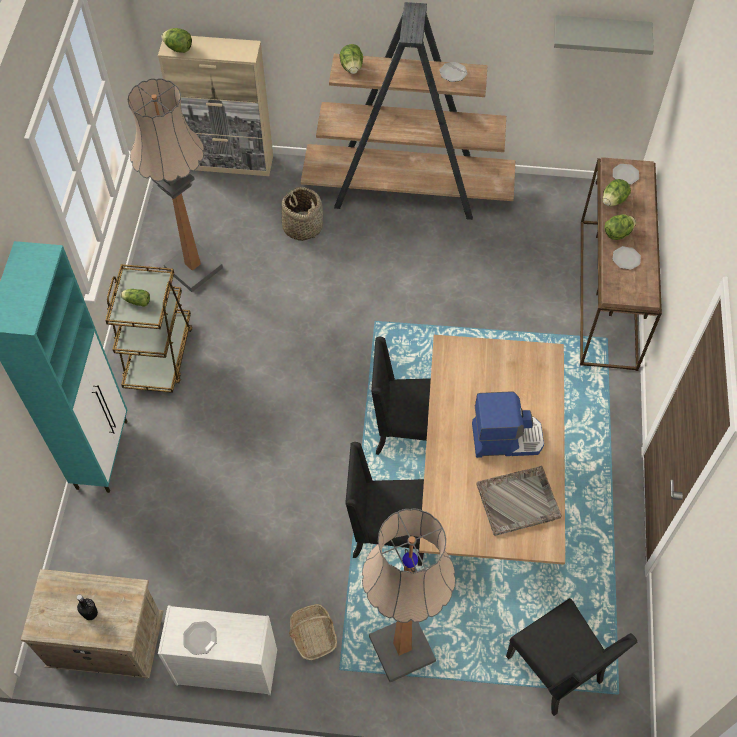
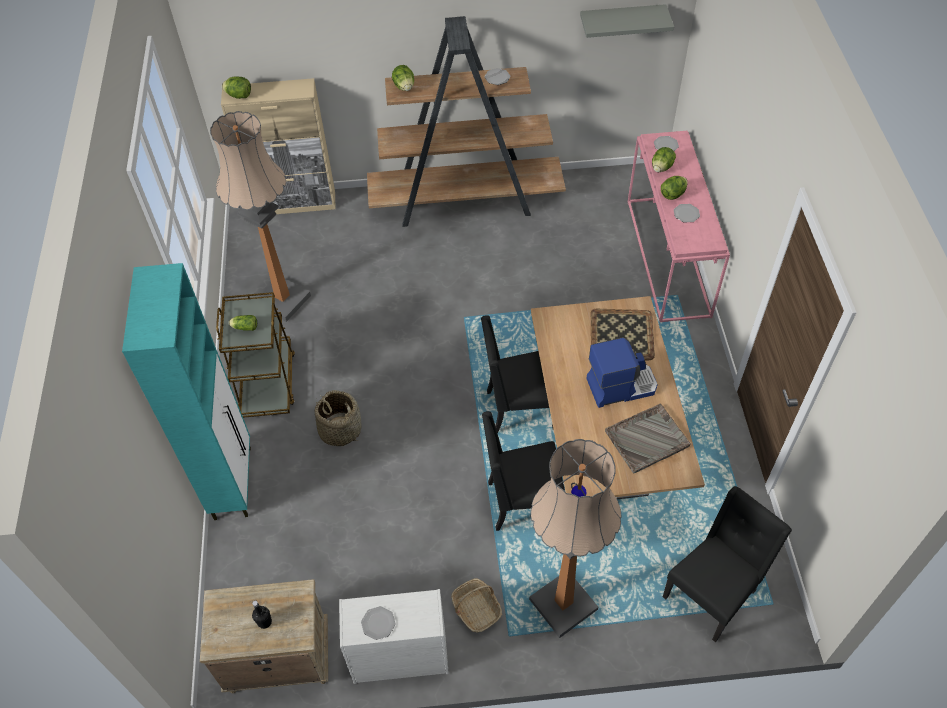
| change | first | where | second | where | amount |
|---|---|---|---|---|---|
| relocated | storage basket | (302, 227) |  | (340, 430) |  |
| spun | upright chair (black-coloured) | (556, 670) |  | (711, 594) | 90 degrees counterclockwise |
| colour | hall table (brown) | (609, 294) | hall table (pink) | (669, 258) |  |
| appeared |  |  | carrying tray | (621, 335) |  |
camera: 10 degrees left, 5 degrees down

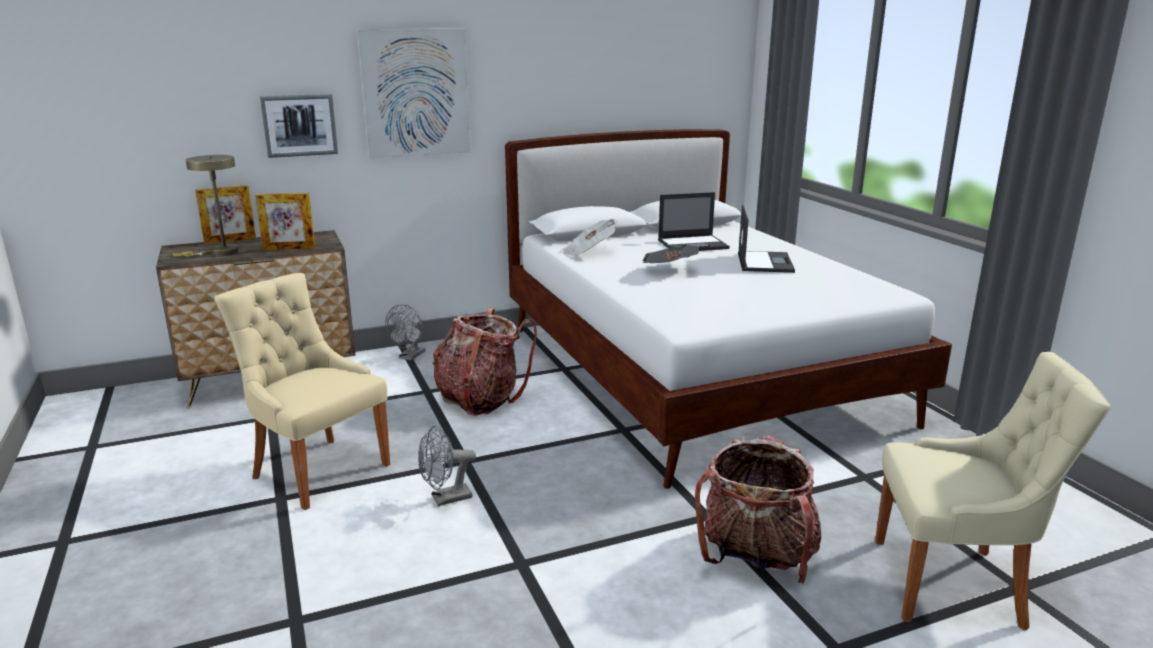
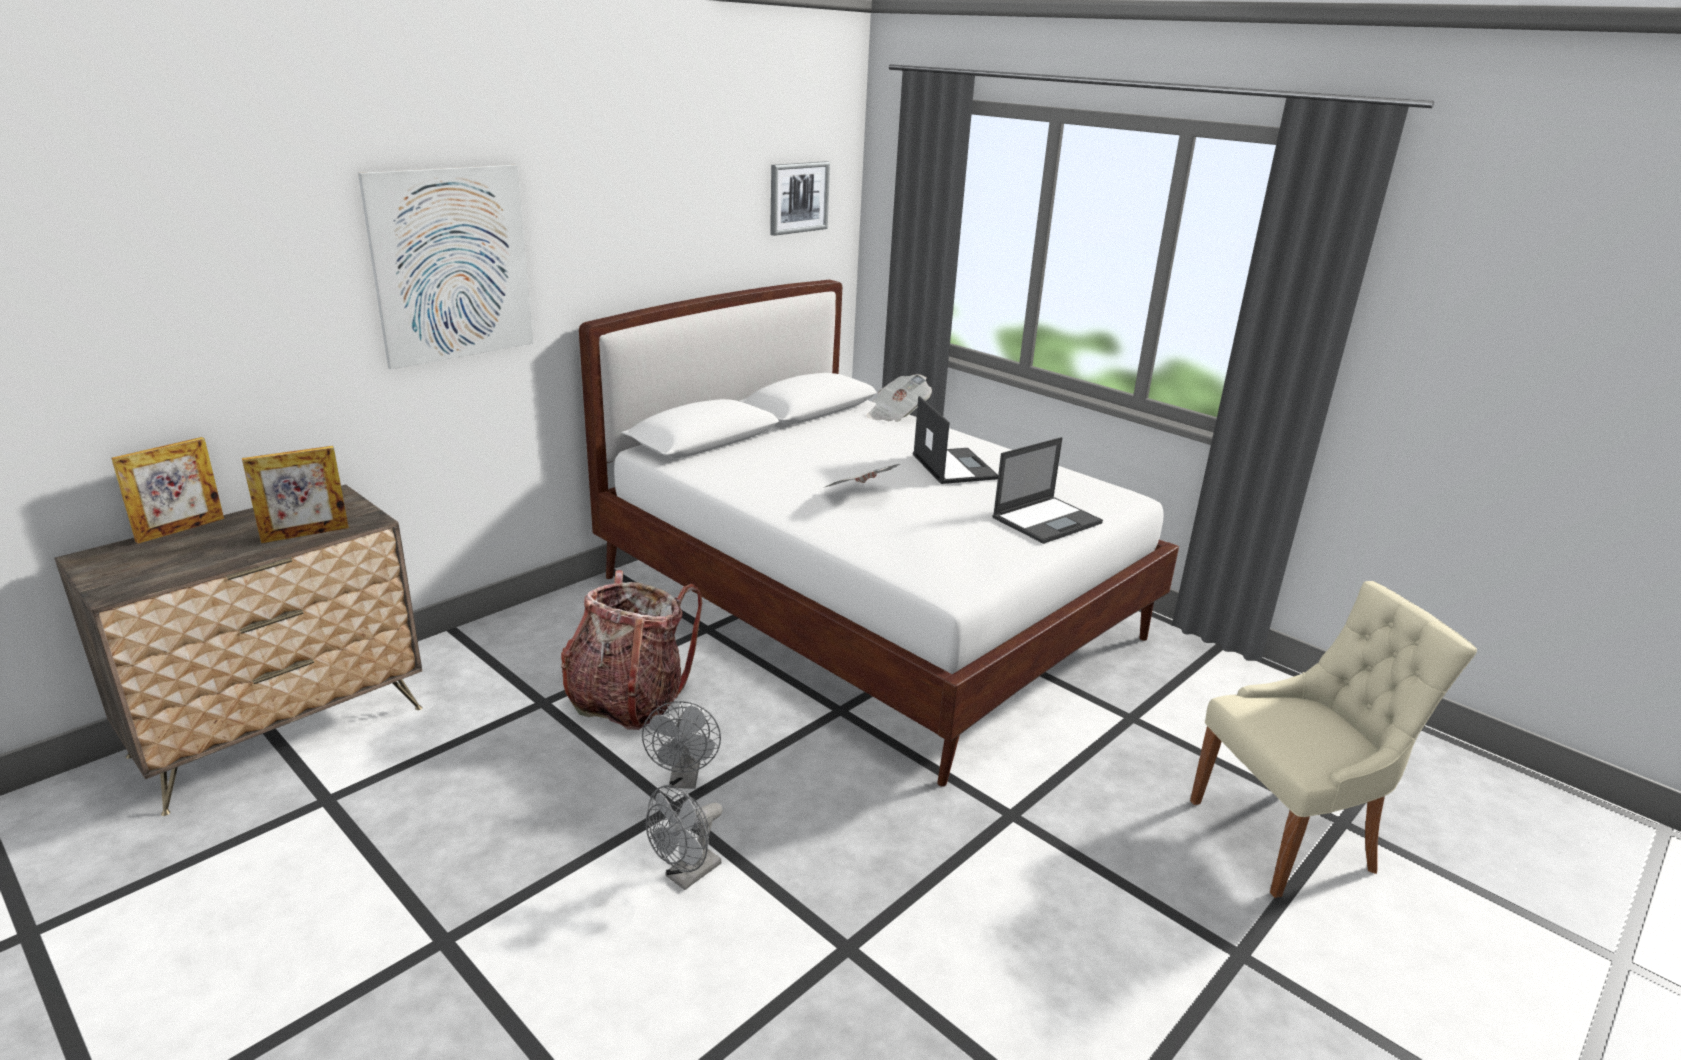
| change | first | where | second | where | amount |
|---|---|---|---|---|---|
| missing | lamp for a table (sand-coloured) | (219, 253) |  |  |  |
| missing | upright chair (sand-coloured) | (317, 470) |  |  |  |
| relocated | wall picture | (299, 125) |  | (798, 197) |  |
| relocated | electric fan (gray) | (410, 357) |  | (684, 780) |  |
| relocated | daily paper | (588, 252) |  | (896, 415) |  |
| relocated | notebook computer | (693, 244) |  | (1047, 520) |  |
| missing | backpack | (756, 558) |  |  |  |
camera: 25 degrees left, 5 degrees up

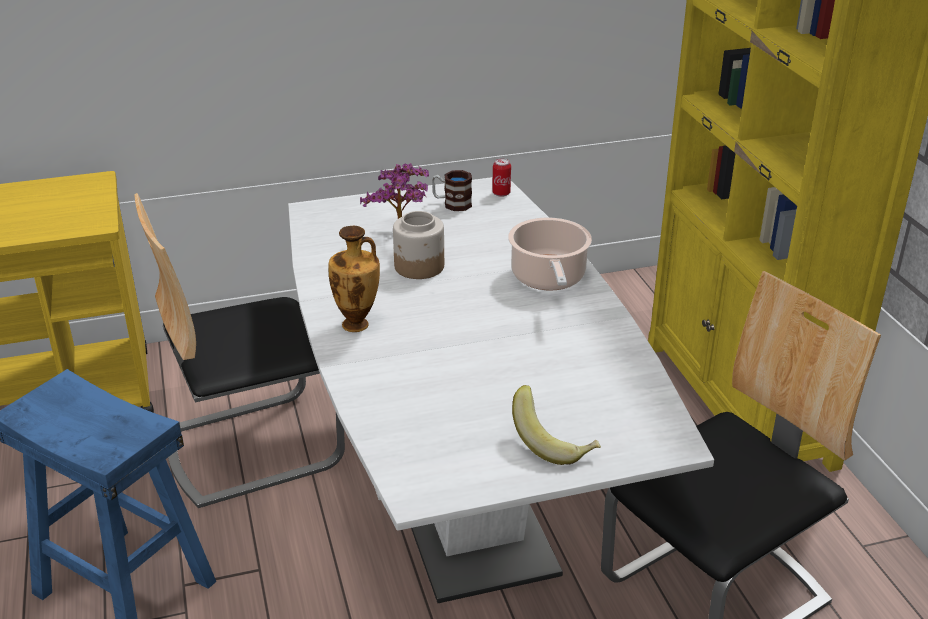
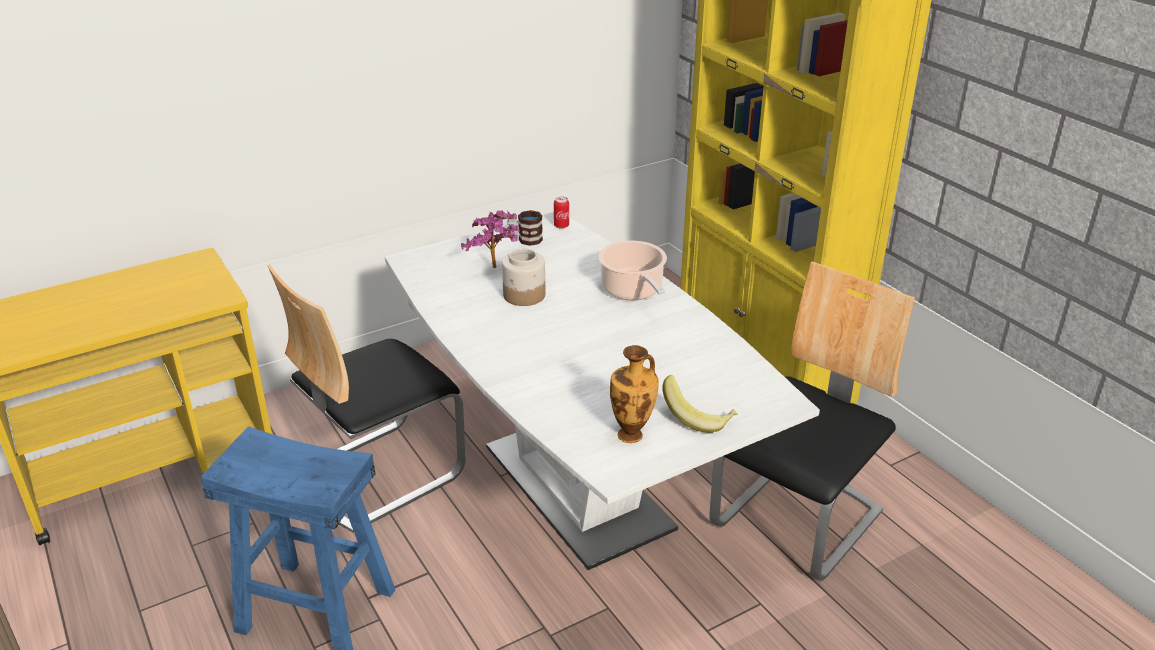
| change | first | where | second | where | amount |
|---|---|---|---|---|---|
| relocated | flower vase | (357, 325) |  | (632, 435) |  |
camera: 15 degrees left, 0 degrees up

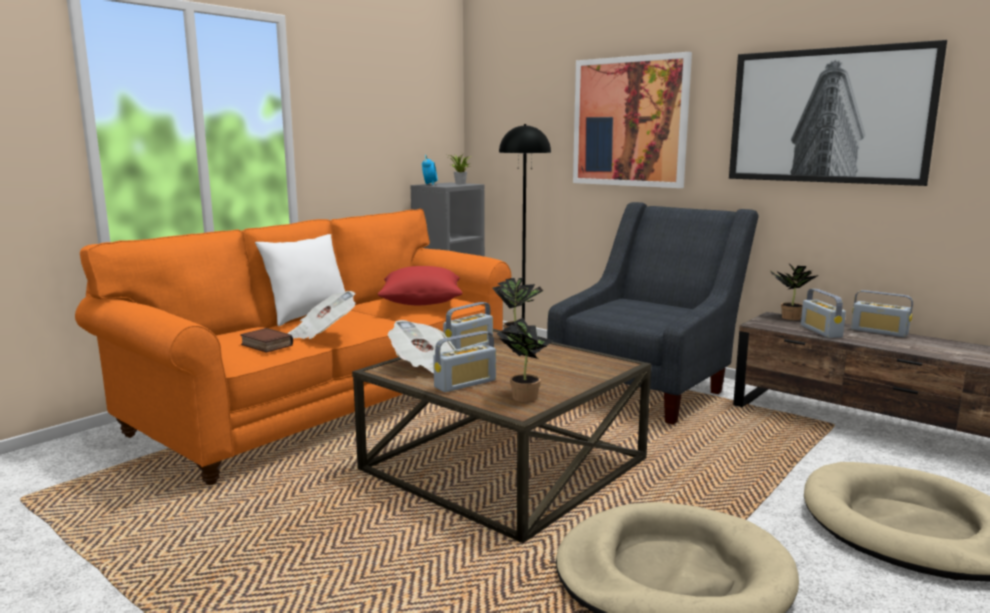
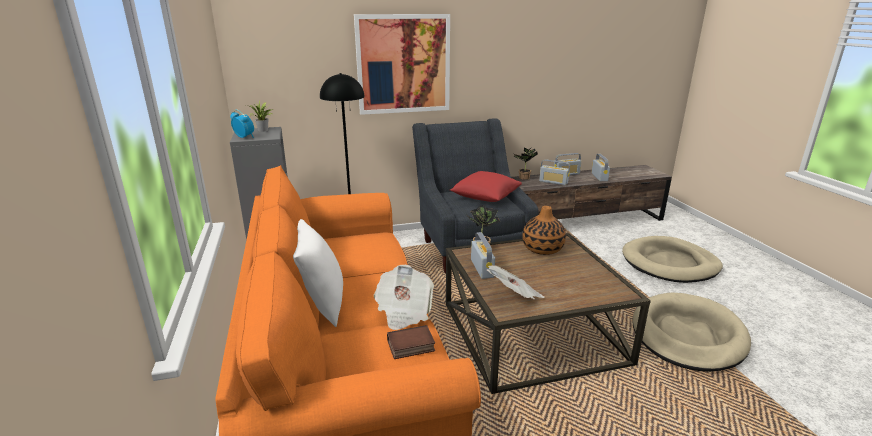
| change | first | where | second | where | amount |
|---|---|---|---|---|---|
| relocated | pillow (reddish) | (421, 302) |  | (485, 197) |  |
| relocated | radio | (465, 384) |  | (599, 177) |  |
| missing | plant in a pot | (523, 396) |  |  |  |
| missing | wall picture | (828, 116) |  |  |  |
| appeared |  |  | flower vase | (542, 249) |  |
camera: 55 degrees left, 10 degrees up

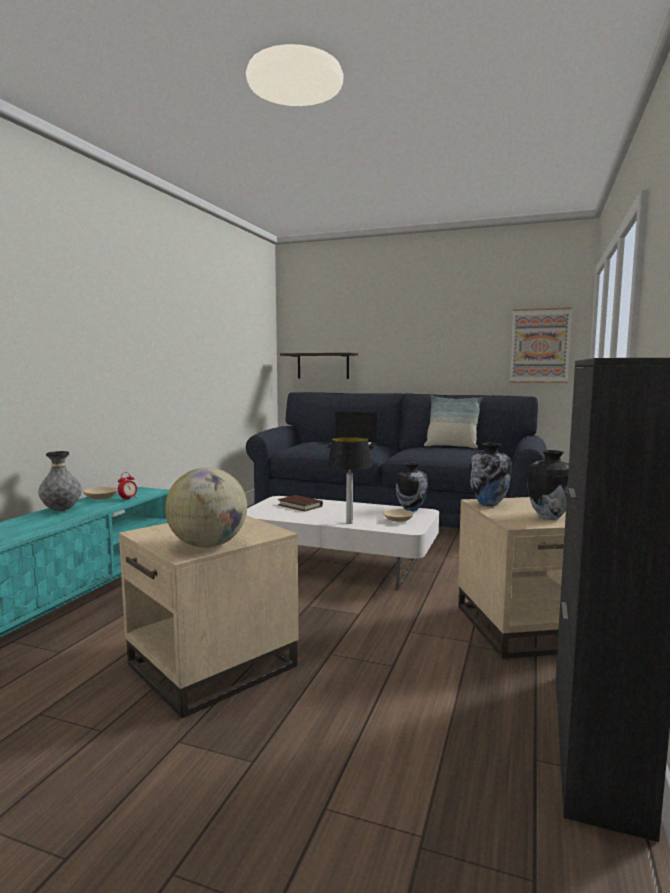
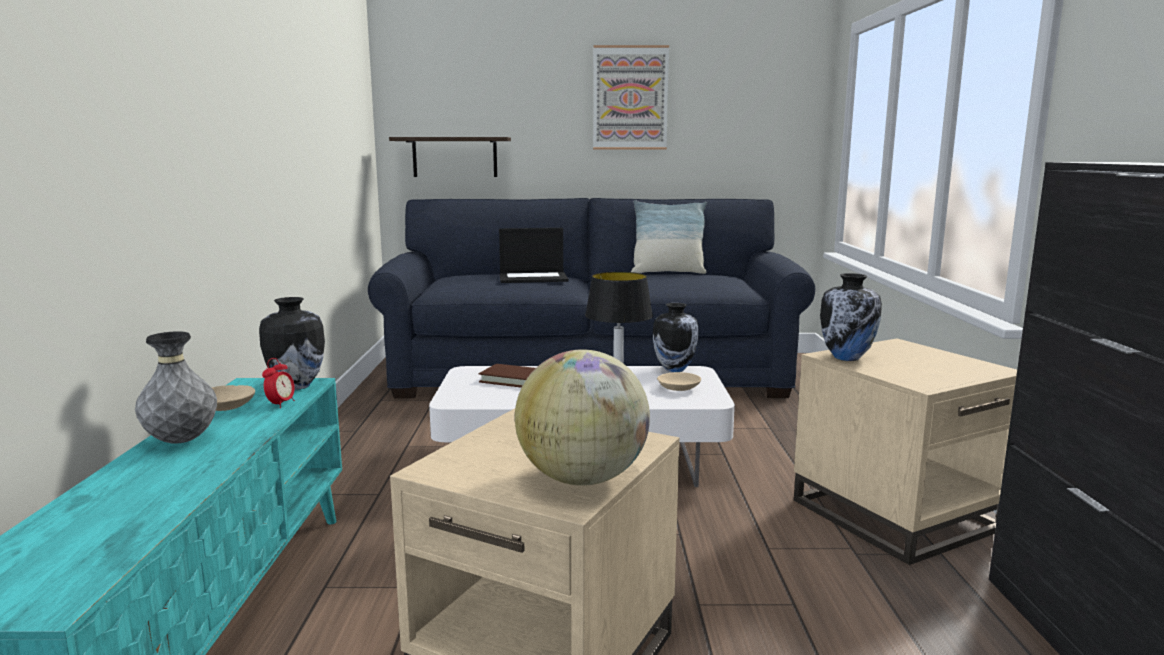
| change | first | where | second | where | amount |
|---|---|---|---|---|---|
| relocated | wall picture | (540, 346) |  | (630, 98) |  |
| relocated | flower vase | (548, 517) |  | (295, 386) |  |
camera: 20 degrees left, 5 degrees up

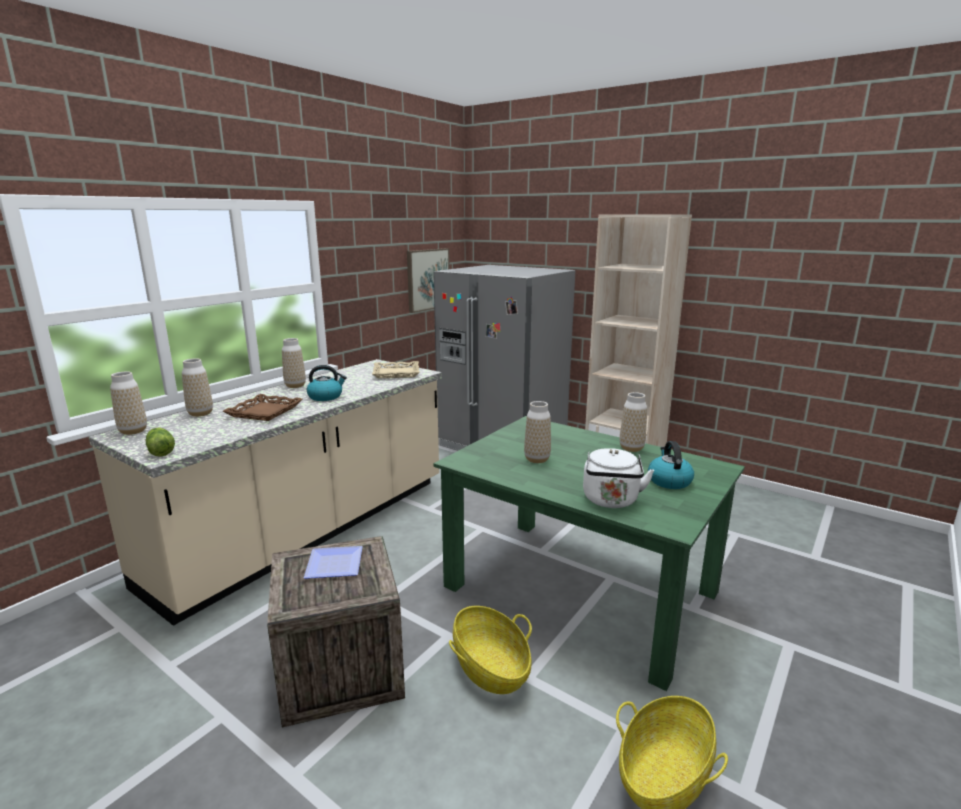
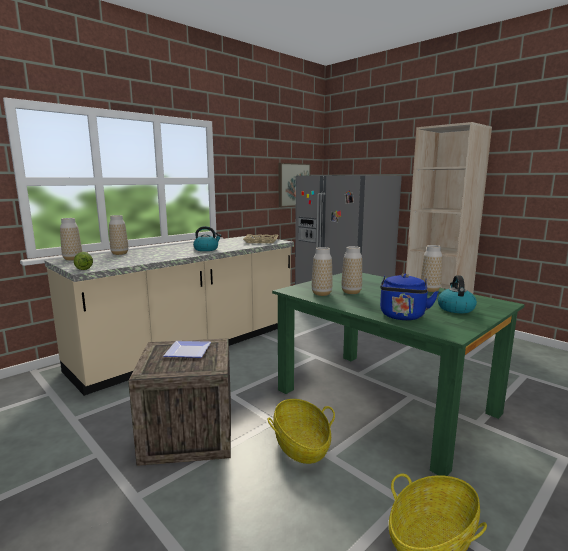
| change | first | where | second | where | amount |
|---|---|---|---|---|---|
| missing | carrying tray (brown) | (264, 411) |  |  |  |
| relocated | flower vase | (295, 386) |  | (321, 294) |  |
| colour | water kettle (white) | (611, 501) | water kettle (blue) | (402, 316) |  |
camera: 10 degrees right, 5 degrees down

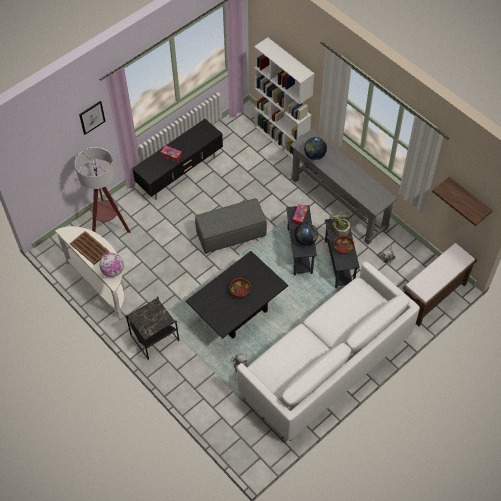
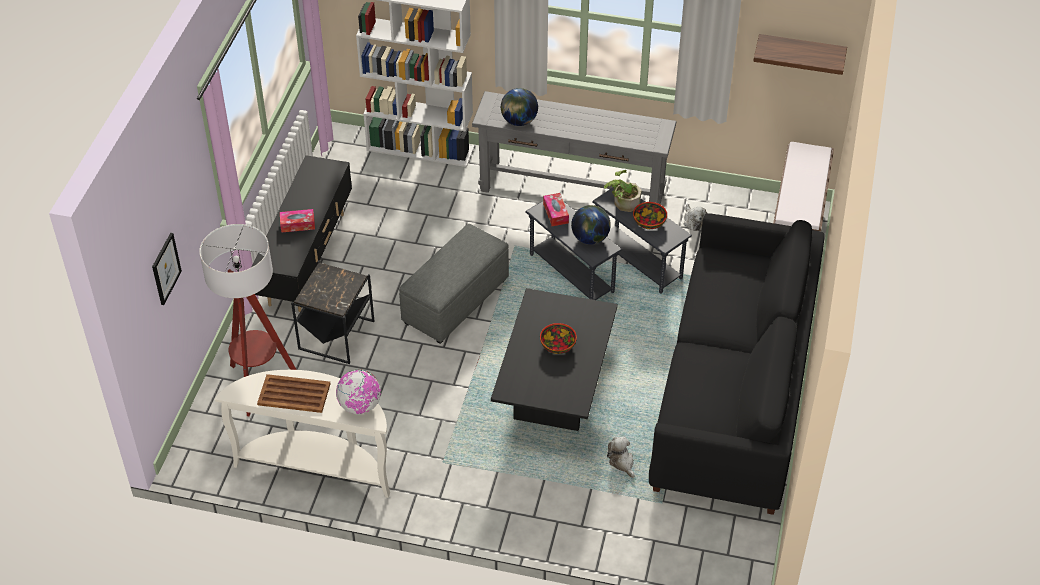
| change | first | where | second | where | amount |
|---|---|---|---|---|---|
| relocated | wall picture | (92, 117) |  | (165, 268) |  |
| relocated | accent table (black-coloured) | (154, 338) |  | (335, 335) |  |
| colour | settee (white) | (326, 365) | settee (black-coloured) | (734, 393) |  |
camera: 35 degrees left, 10 degrees down

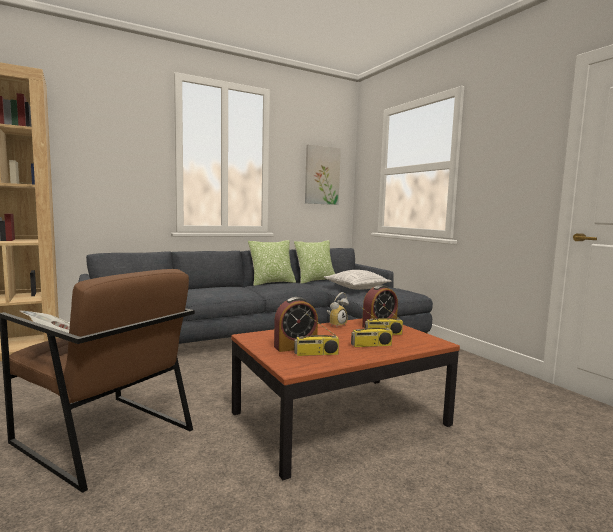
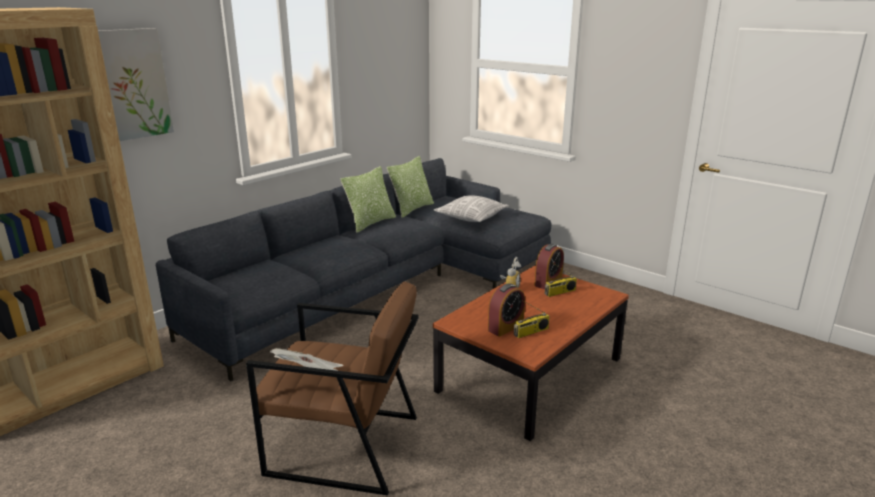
| change | first | where | second | where | amount |
|---|---|---|---|---|---|
| relocated | wall picture | (322, 175) |  | (129, 84) |  |
| missing | radio | (371, 345) |  |  |  |
camera: 20 degrees left, 15 degrees up

